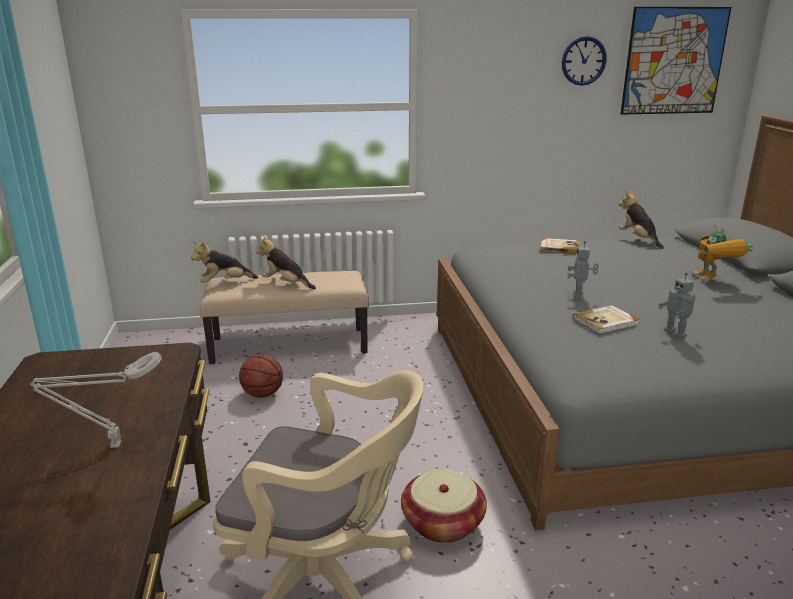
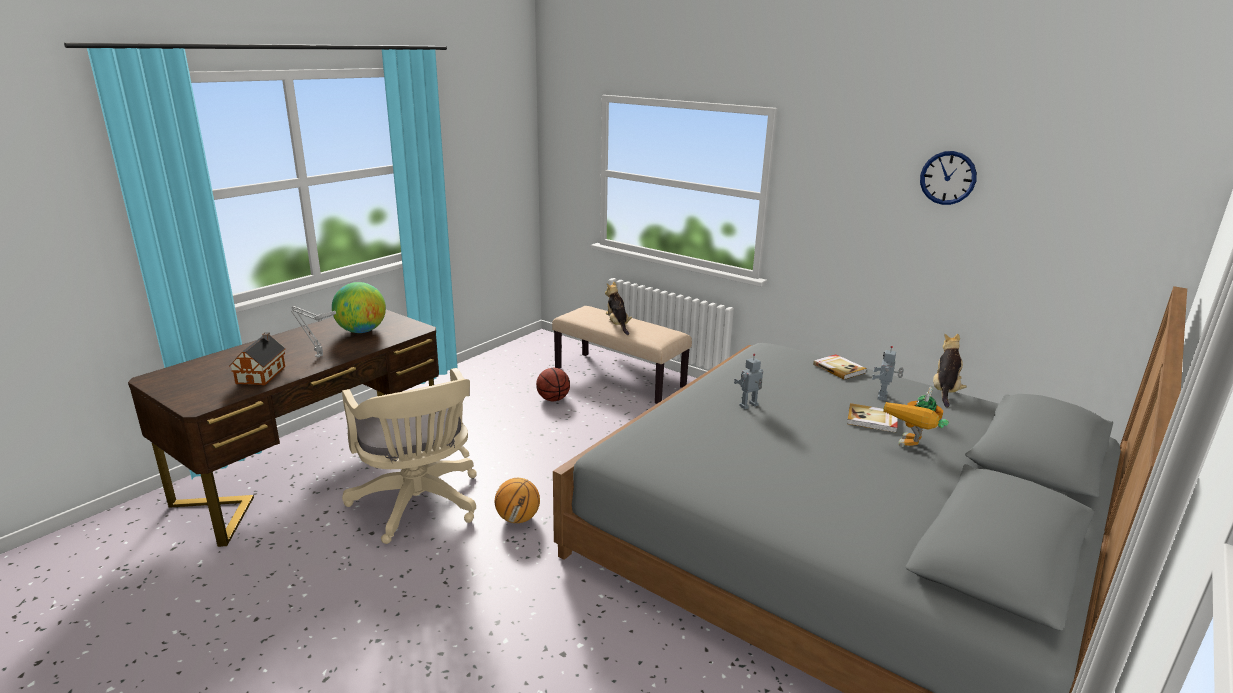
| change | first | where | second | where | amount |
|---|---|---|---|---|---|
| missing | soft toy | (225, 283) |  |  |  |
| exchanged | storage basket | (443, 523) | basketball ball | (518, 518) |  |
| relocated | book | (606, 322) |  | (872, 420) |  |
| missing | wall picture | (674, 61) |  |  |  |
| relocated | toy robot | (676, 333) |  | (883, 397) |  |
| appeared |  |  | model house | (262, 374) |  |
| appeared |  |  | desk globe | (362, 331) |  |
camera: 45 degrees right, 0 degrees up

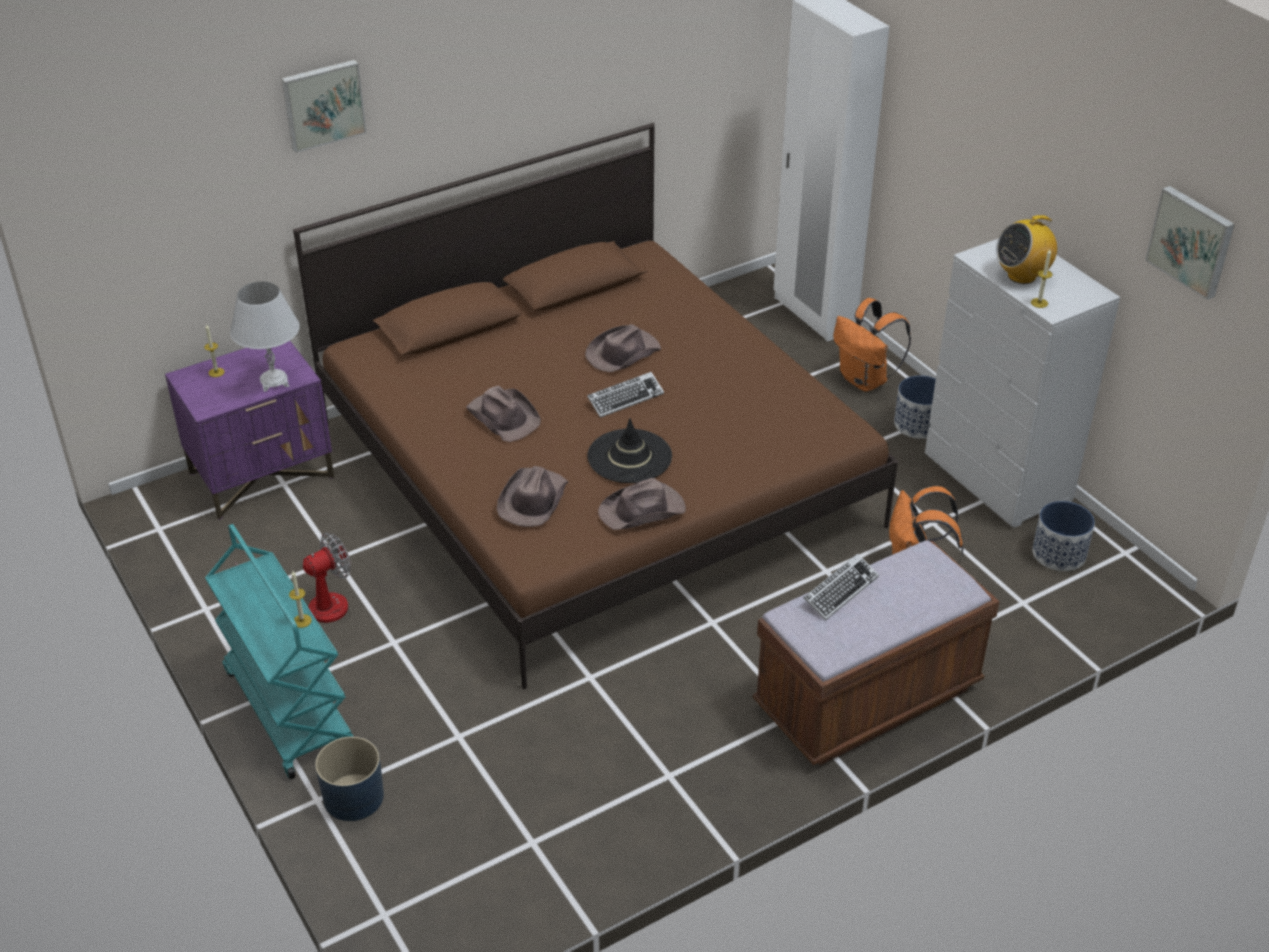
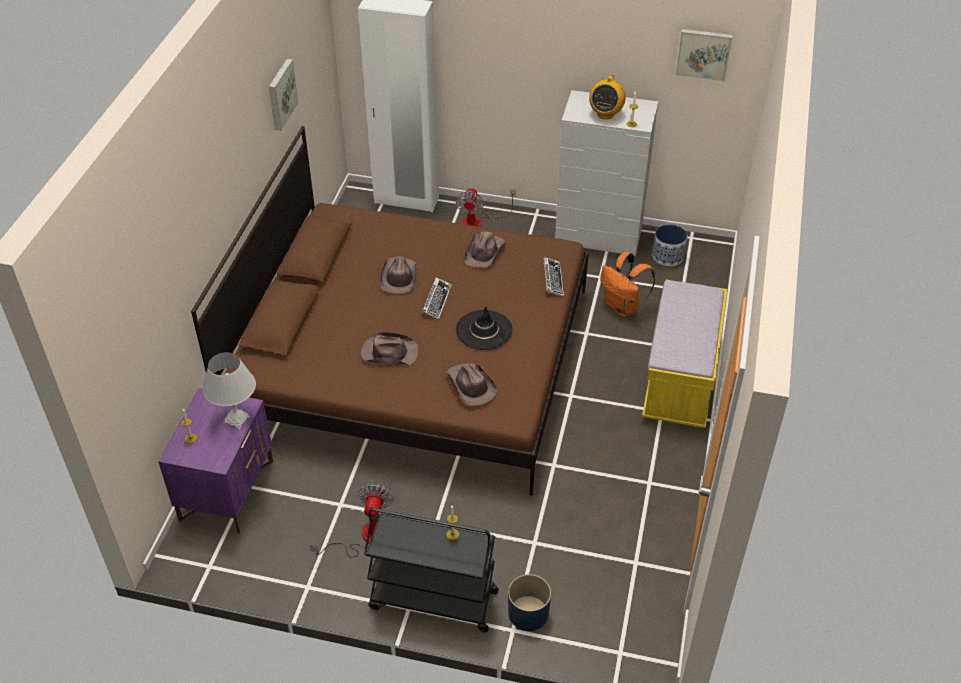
| change | first | where | second | where | amount |
|---|---|---|---|---|---|
| colour | wheeled cart (turquoise-coloured) | (287, 709) | wheeled cart (black-coloured) | (432, 600) |  |
| relocated | wall picture | (323, 104) |  | (281, 94) |  |
| relocated | hat (brown) | (643, 511) |  | (485, 252) |  |
| colour | indoor bench (brown) | (867, 698) | indoor bench (yellowish) | (680, 381) |  |
| relocated | computer keyboard | (840, 591) |  | (552, 279) |  |
| exchanged | backpack (orangey) | (865, 380) | electric fan | (478, 222) |  |
| missing | flower pot | (917, 424) |  |  |  |
camera: 45 degrees left, 5 degrees up

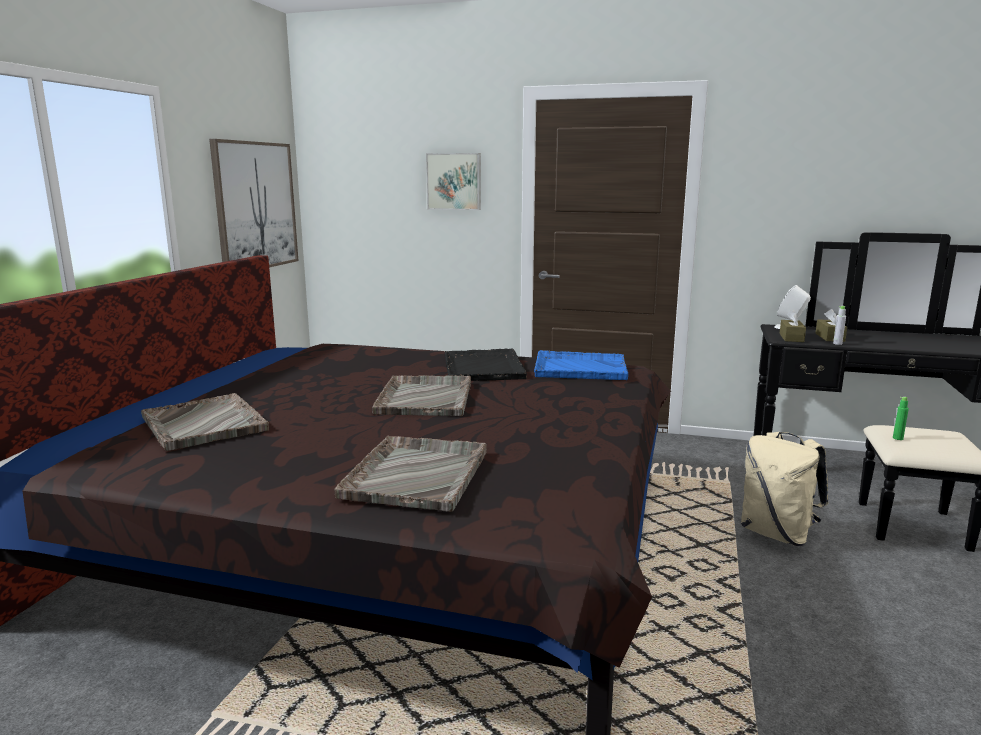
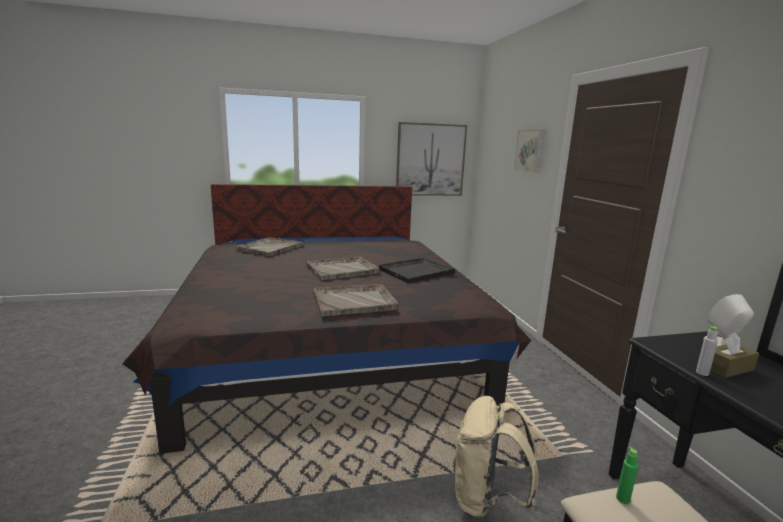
| change | first | where | second | where | amount |
|---|---|---|---|---|---|
| relocated | carrying tray (gray) | (417, 473) |  | (355, 301) |  |
| missing | carrying tray (blue) | (579, 368) |  |  |  |
| missing | tissue box (brown) | (791, 338) |  |  |  |
camera: 60 degrees right, 0 degrees up

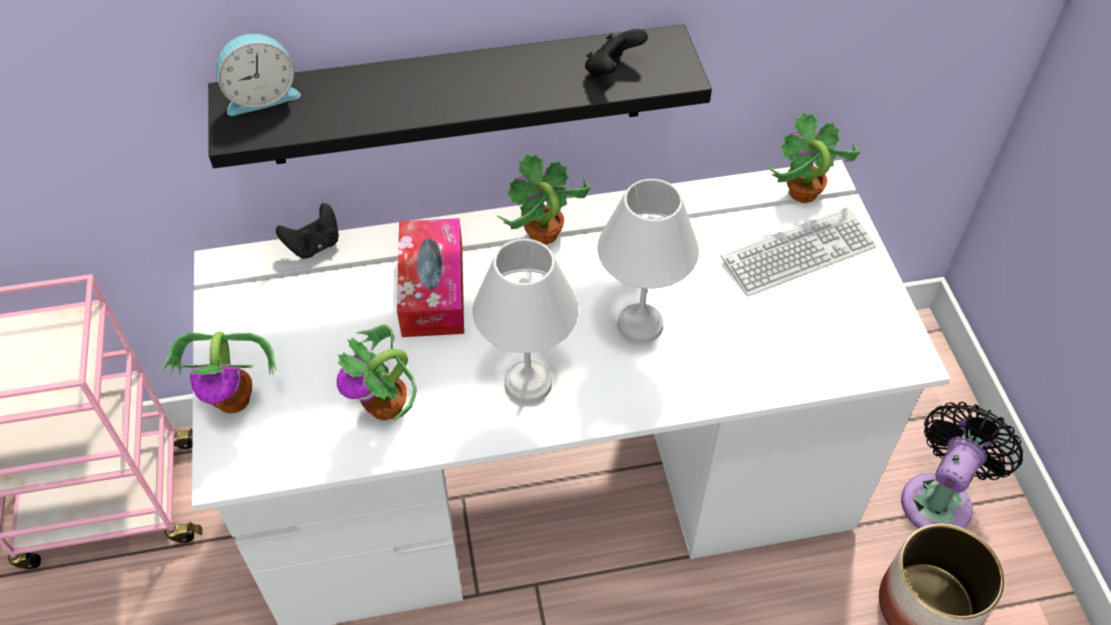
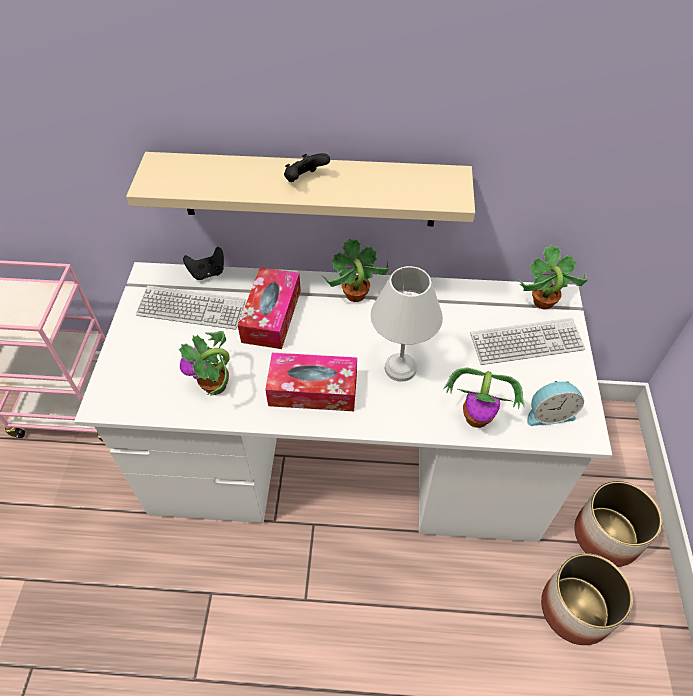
| change | first | where | second | where | amount |
|---|---|---|---|---|---|
| relocated | plant in a pot | (235, 399) |  | (477, 417) |  |
| colour | wall shelf (black-coloured) | (456, 96) | wall shelf (sand-coloured) | (308, 190) |  |
| relocated | alarm clock | (261, 96) |  | (549, 413) |  |
| exchanged | lamp for a table (white) | (529, 381) | tissue box | (313, 390) |  |
| relocated | joypad (black-coloured) | (612, 70) |  | (305, 180) |  |
| exchanged | electric fan (black-coloured) | (939, 498) | flower pot | (605, 535) |  |
| appeared |  |  | computer keyboard | (191, 309) |  |
camera: 15 degrees right, 0 degrees up

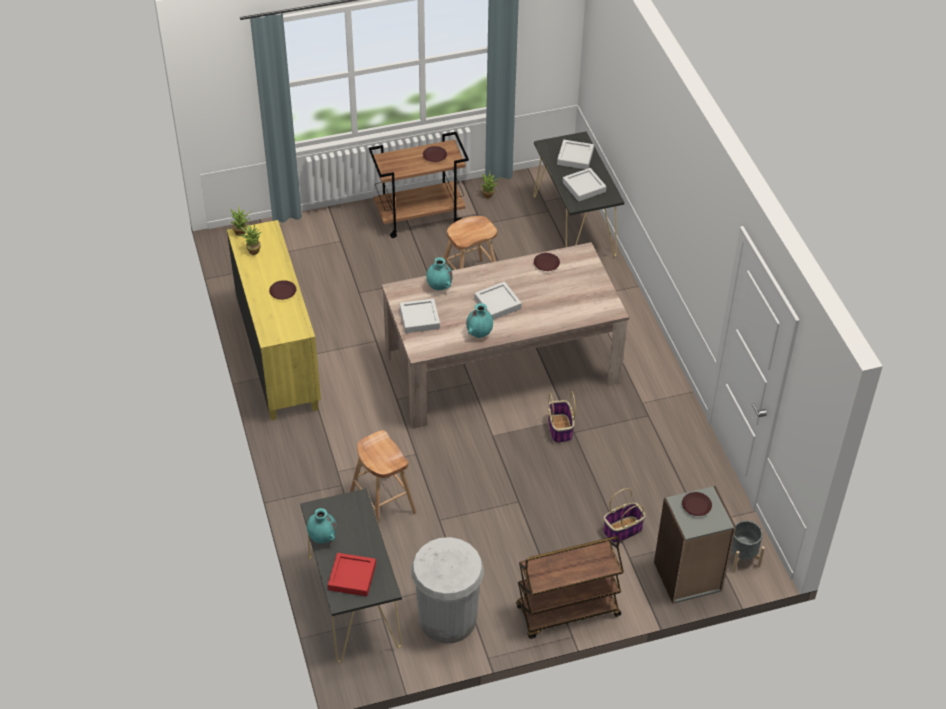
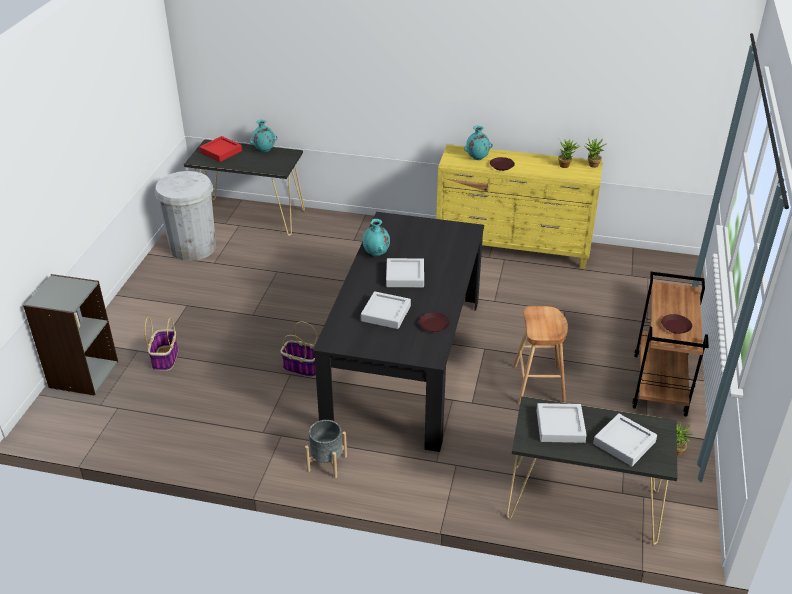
| change | first | where | second | where | amount |
|---|---|---|---|---|---|
| missing | stool (brown) | (382, 503) |  |  |  |
| colour | dinner table (sand-coloured) | (502, 366) | dinner table (black-coloured) | (405, 361) |  |
| relocated | carrying tray (gray) | (419, 318) |  | (386, 313) |  |
| relocated | flower vase (turquoise-coloured) | (439, 287) |  | (477, 158) |  |
| missing | wheeled cart (brown) | (567, 612) |  |  |  |
| missing | flat dish (brown) | (696, 506) |  |  |  |
| relocated | flower pot (gray) | (742, 557) |  | (327, 463) |  |
camera: 120 degrees right, 10 degrees down

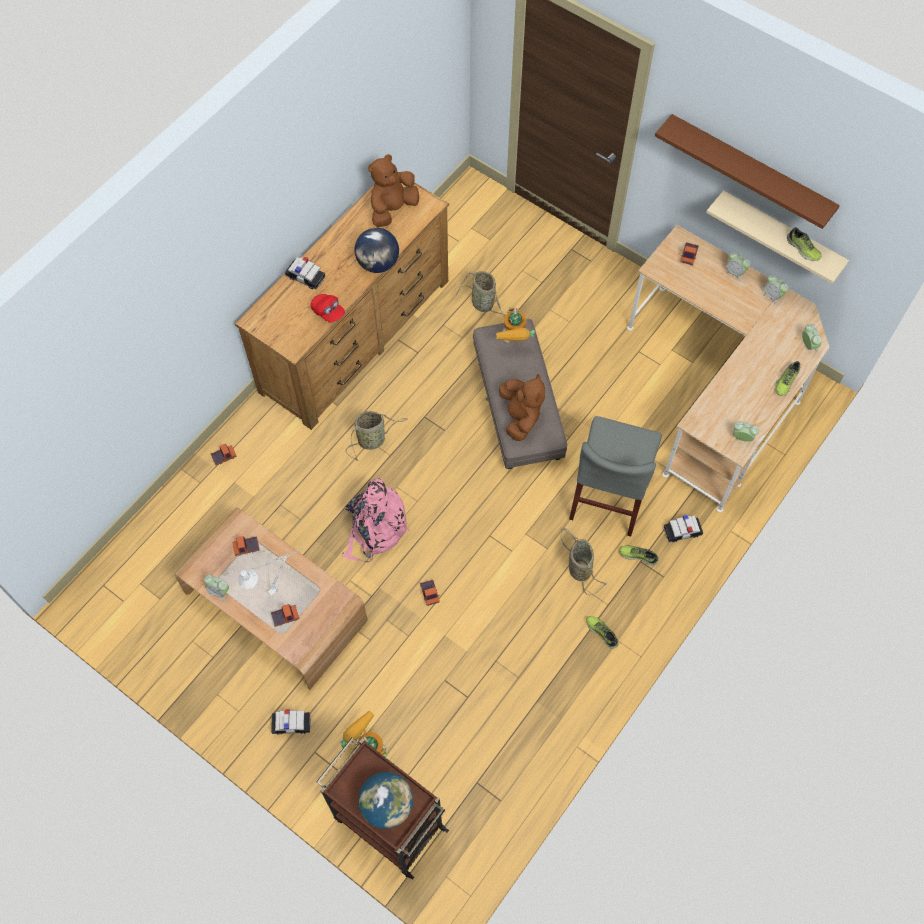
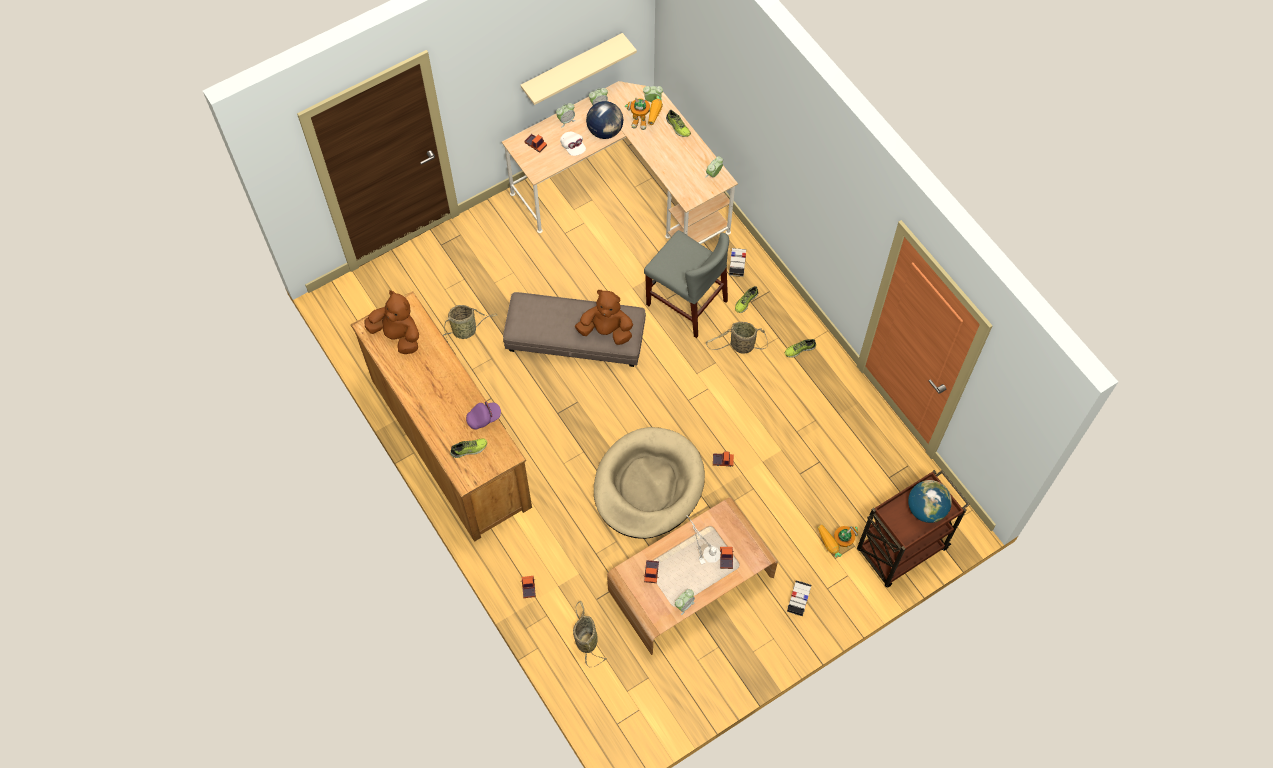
| change | first | where | second | where | amount |
|---|---|---|---|---|---|
| missing | miniature car | (306, 277) |  |  |  |
| colour | peaked cap (reddish) | (328, 312) | peaked cap (purple-coloured) | (484, 418) |  |
| exchanged | backpack (pink) | (374, 529) | dog cushion (sand-coloured) | (648, 485) |  |
| relocated | storage basket | (373, 440) |  | (586, 639) |  |
| relocated | desk globe | (378, 264) |  | (605, 131) |  |
| spun | soft toy (brown) | (392, 209) |  | (398, 335) | 150 degrees clockwise |
| relocated | toy robot | (513, 341) |  | (646, 123) |  |
| missing | wall shelf (brown) | (750, 170) |  |  |  |
| relocated | shoe | (802, 249) |  | (469, 449) |  |
| appeared |  |  | peaked cap (white) | (573, 147) |  |
camera: 70 degrees left, 0 degrees up

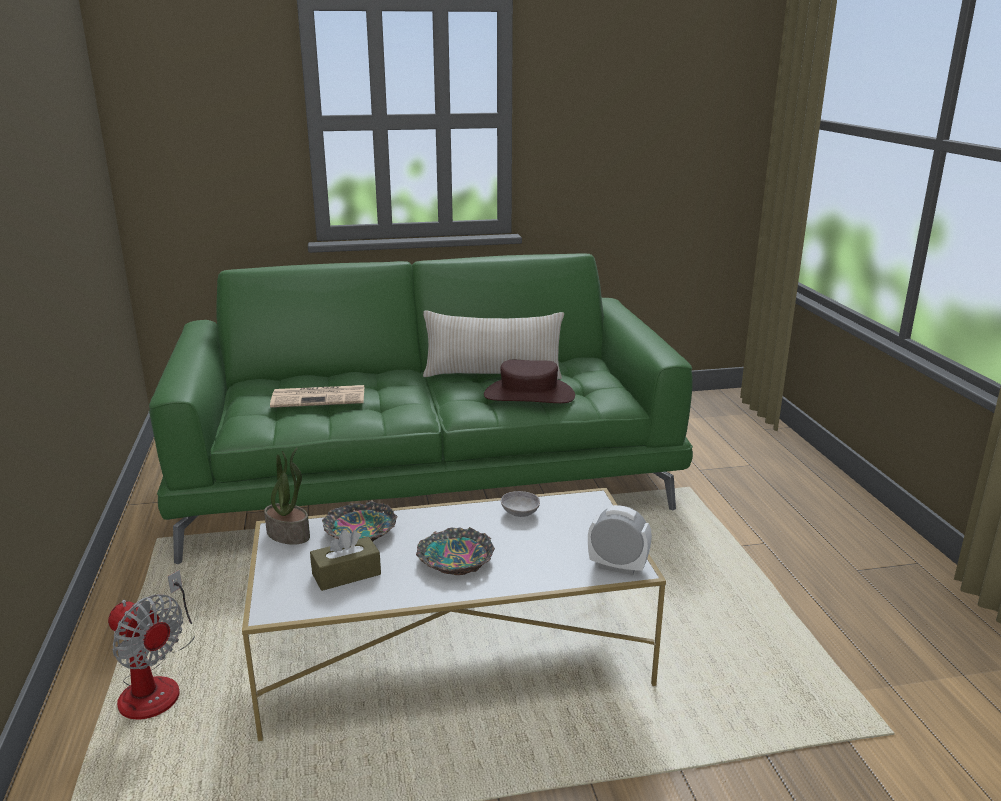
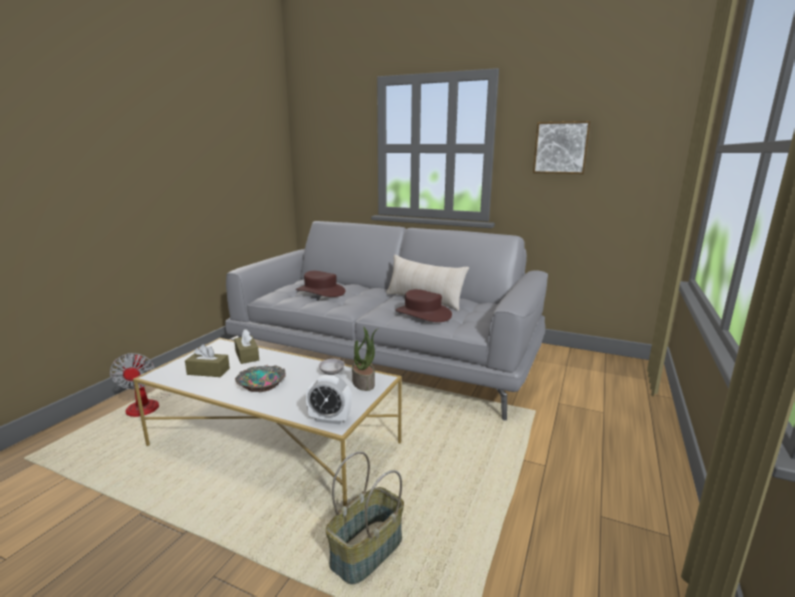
| change | first | where | second | where | amount |
|---|---|---|---|---|---|
| colour | settee (green) | (429, 475) | settee (gray) | (388, 355) |  |
| relocated | plant in a pot | (289, 534) |  | (364, 383) |  |
| exchanged | daily paper | (320, 397) | hat (brown) | (320, 291) |  |
| exchanged | serving bowl | (360, 532) | tissue box (brown) | (247, 355) |  |
| spun | alarm clock | (617, 567) |  | (329, 419) | 135 degrees clockwise |
| appeared |  |  | storage basket | (367, 553) |  |
| appeared |  |  | wall picture | (561, 148) |  |
camera: 35 degrees right, 5 degrees down

